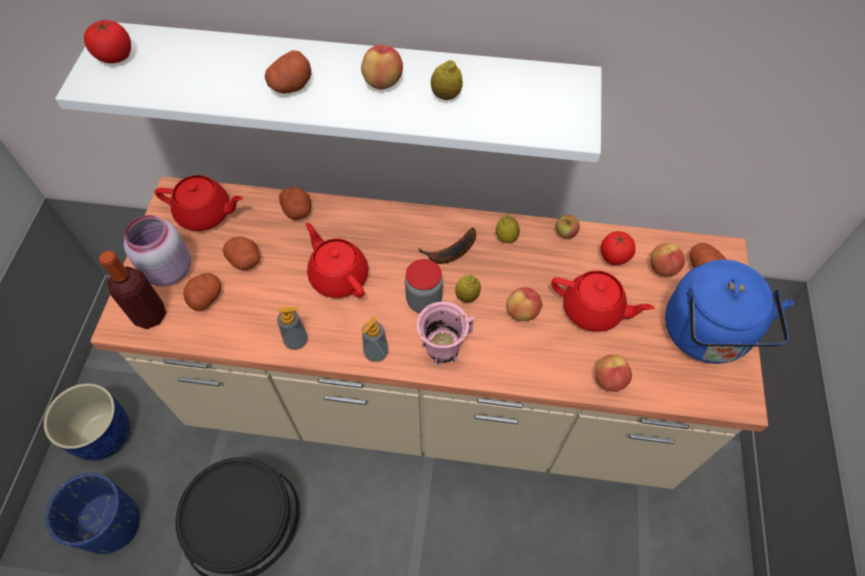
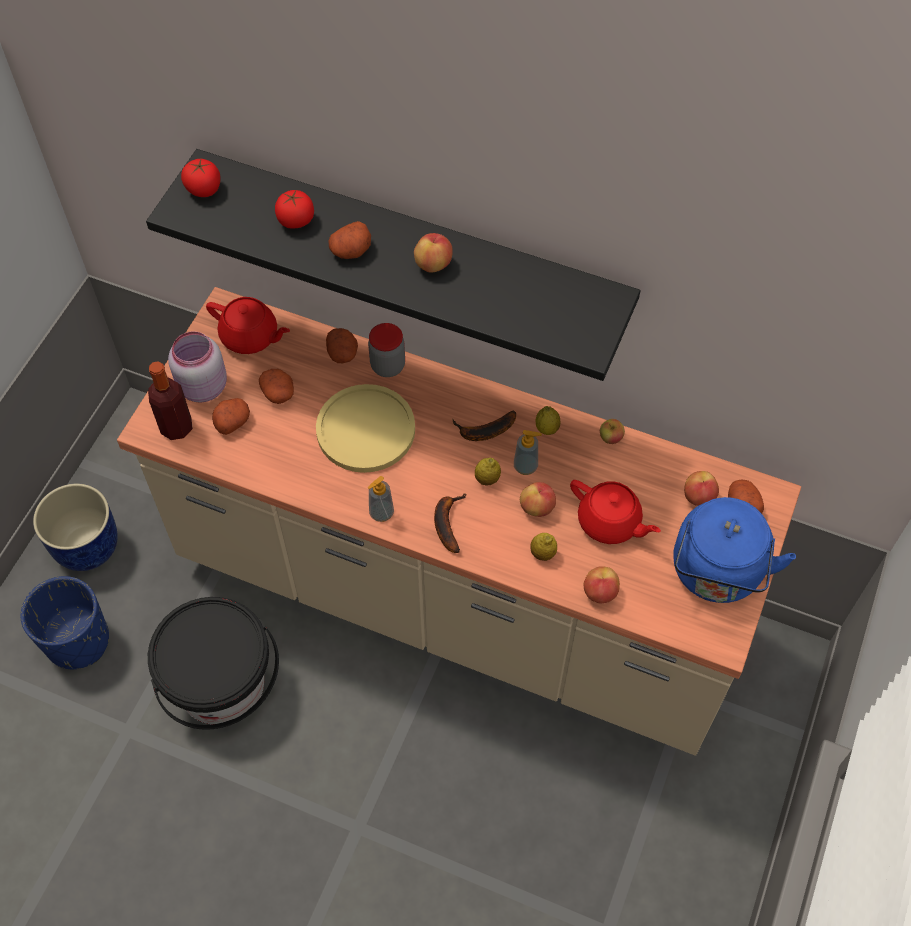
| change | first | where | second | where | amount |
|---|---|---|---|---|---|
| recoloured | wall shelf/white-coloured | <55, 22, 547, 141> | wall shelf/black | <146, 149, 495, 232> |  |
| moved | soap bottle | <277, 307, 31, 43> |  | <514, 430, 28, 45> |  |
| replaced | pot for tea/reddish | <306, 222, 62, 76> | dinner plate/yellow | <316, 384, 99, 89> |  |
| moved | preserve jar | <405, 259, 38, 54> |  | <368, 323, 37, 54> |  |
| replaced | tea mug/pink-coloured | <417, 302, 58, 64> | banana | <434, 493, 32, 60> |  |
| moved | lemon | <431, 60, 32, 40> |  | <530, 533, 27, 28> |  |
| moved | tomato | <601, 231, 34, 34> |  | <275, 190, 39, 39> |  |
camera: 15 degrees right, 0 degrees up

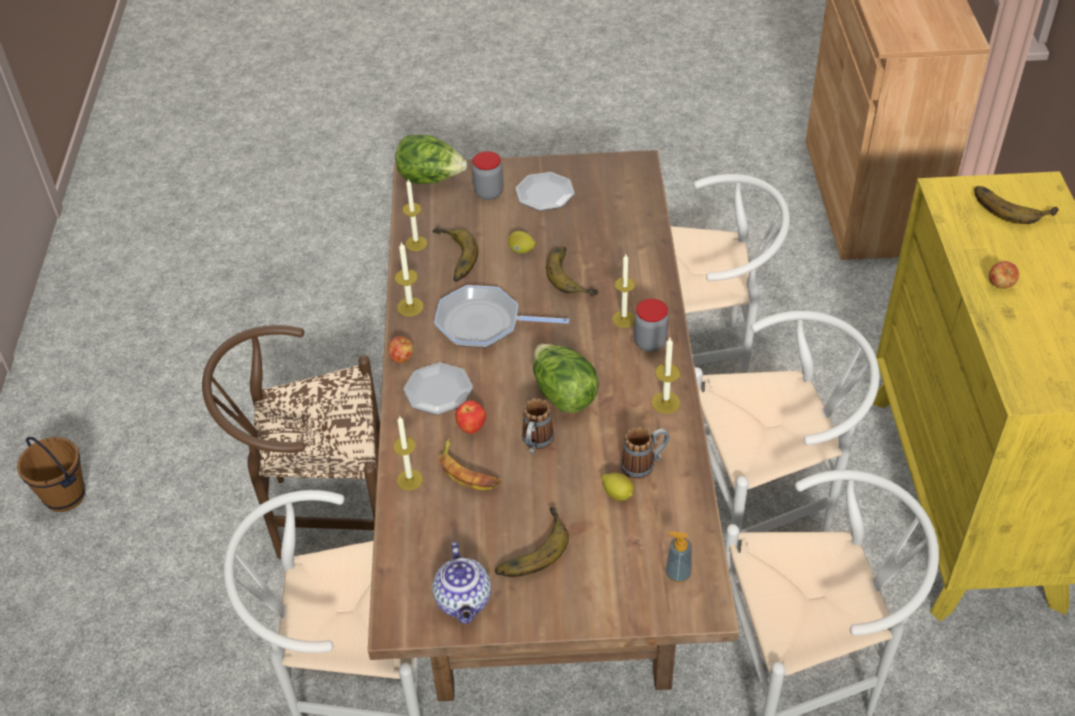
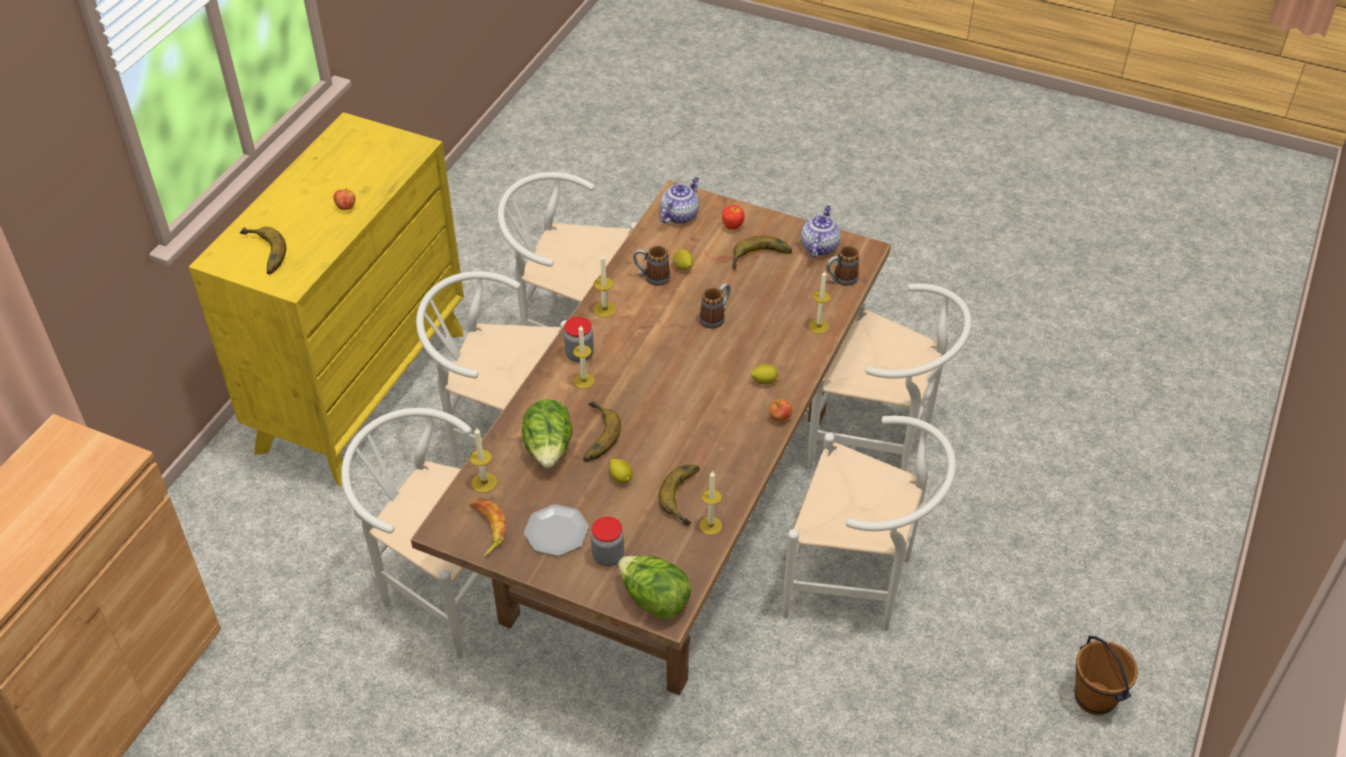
| change | first | where | second | where | amount |
|---|---|---|---|---|---|
| recoloured | upright chair/brown-coloured | <202, 325, 178, 234> | upright chair/white-coloured | <783, 415, 173, 216> |  |
| moved | candle | <395, 242, 29, 74> |  | <470, 427, 27, 66> |  |
| replaced | dinner plate | <404, 363, 69, 52> | lemon | <751, 364, 28, 20> |  |
| removed | frying pan | <434, 285, 135, 63> |  |  |  |
| moved | banana | <439, 438, 62, 52> |  | <469, 498, 37, 59> |  |
| moved | apple fruit | <455, 400, 31, 34> |  | <722, 205, 23, 25> |  |
| moved | lettuce | <533, 344, 66, 69> |  | <522, 399, 50, 69> |  |
| replaced | soap bottle | <666, 532, 26, 51> | pot for tea | <660, 177, 39, 47> |  |
| added |  |  | tea mug | <826, 245, 33, 41> |  |
camera: 155 degrees left, 0 degrees up

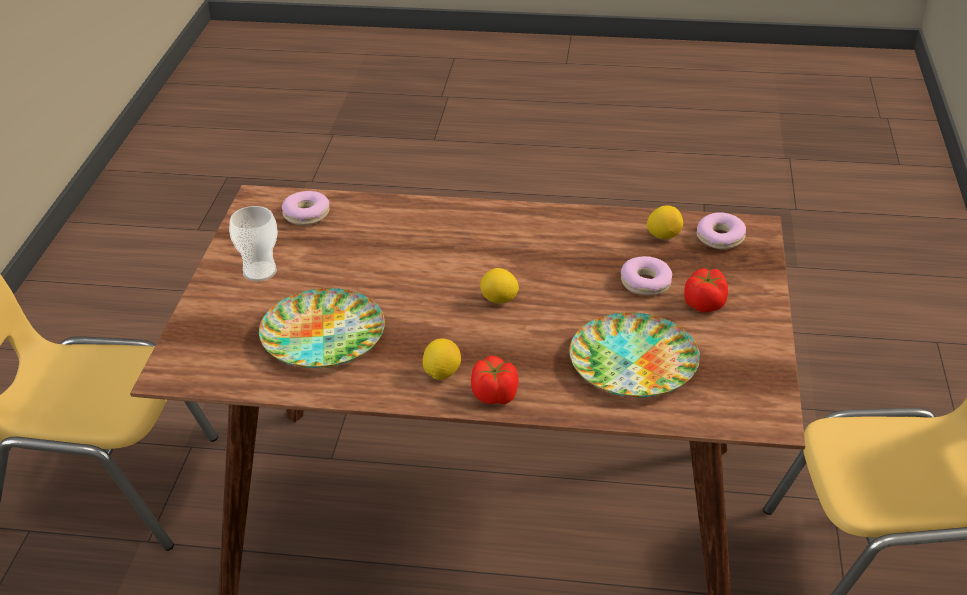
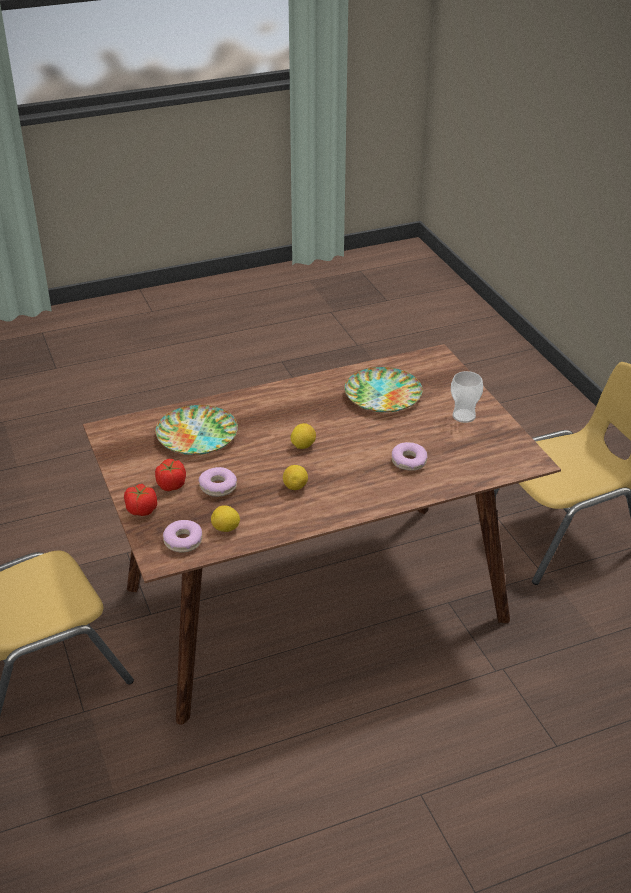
| change | first | where | second | where | amount |
|---|---|---|---|---|---|
| moved | ring doughnut | <282, 191, 48, 35> |  | <392, 442, 36, 29> |  |
| moved | lemon | <422, 338, 39, 42> |  | <283, 465, 25, 25> |  |
| moved | tomato | <471, 356, 48, 48> |  | <124, 484, 33, 32> |  |
camera: 150 degrees right, 0 degrees up

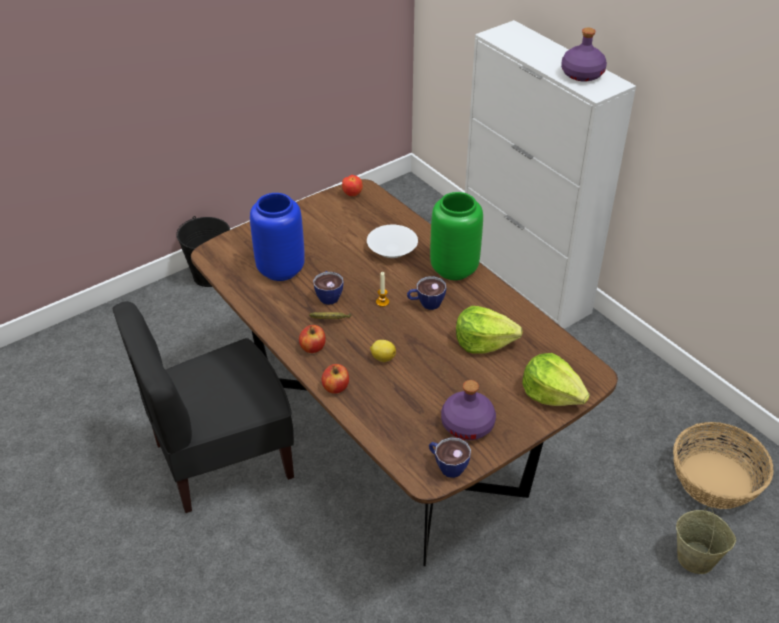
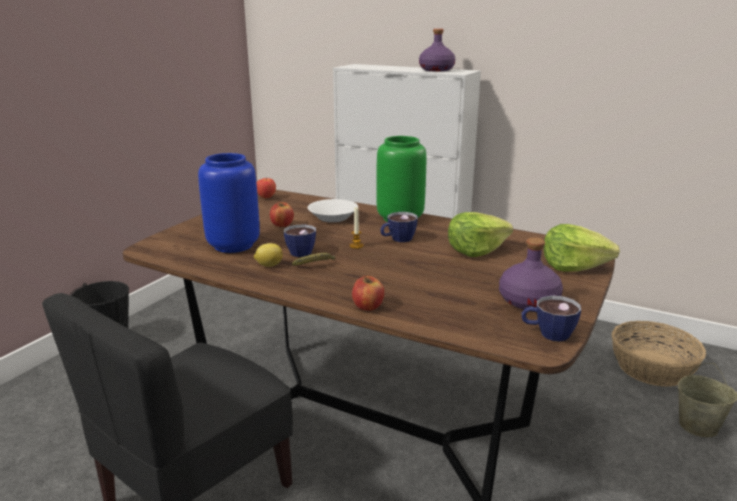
| change | first | where | second | where | amount |
|---|---|---|---|---|---|
| moved | apple fruit | <299, 325, 27, 28> |  | <270, 201, 24, 26> |  |
| moved | lemon | <370, 340, 26, 22> |  | <254, 243, 29, 24> |  |
camera: 25 degrees left, 20 degrees down

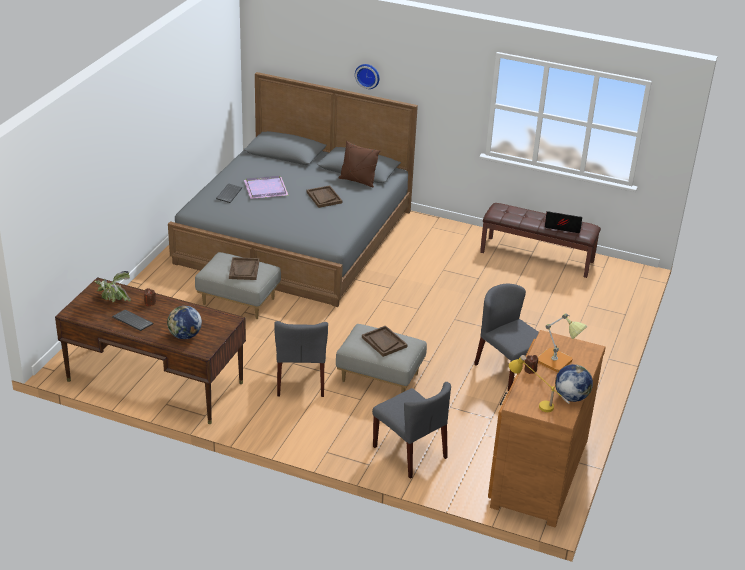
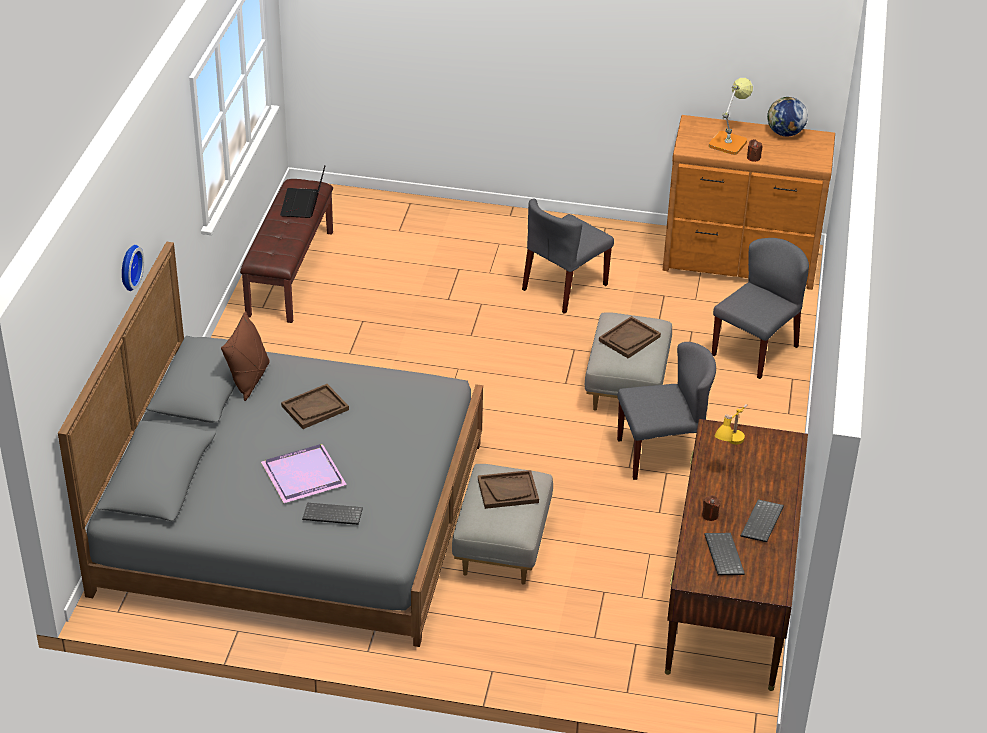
| change | first | where | second | where | amount |
|---|---|---|---|---|---|
| replaced | houseplant | <95, 271, 36, 31> | computer keyboard | <704, 533, 41, 42> |  |
| removed | world globe | <167, 306, 35, 33> |  |  |  |
| moved | lamp for a table/yellow | <509, 355, 61, 57> |  | <715, 404, 32, 40> |  |
camera: 100 degrees left, 5 degrees up

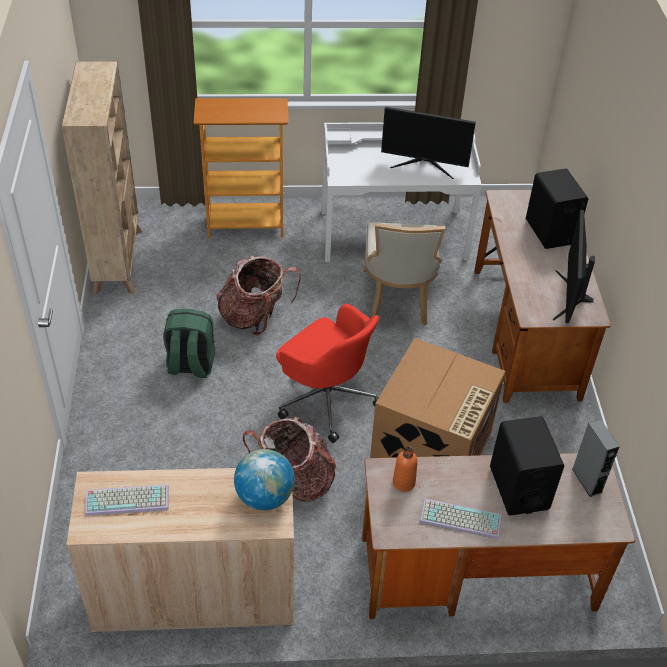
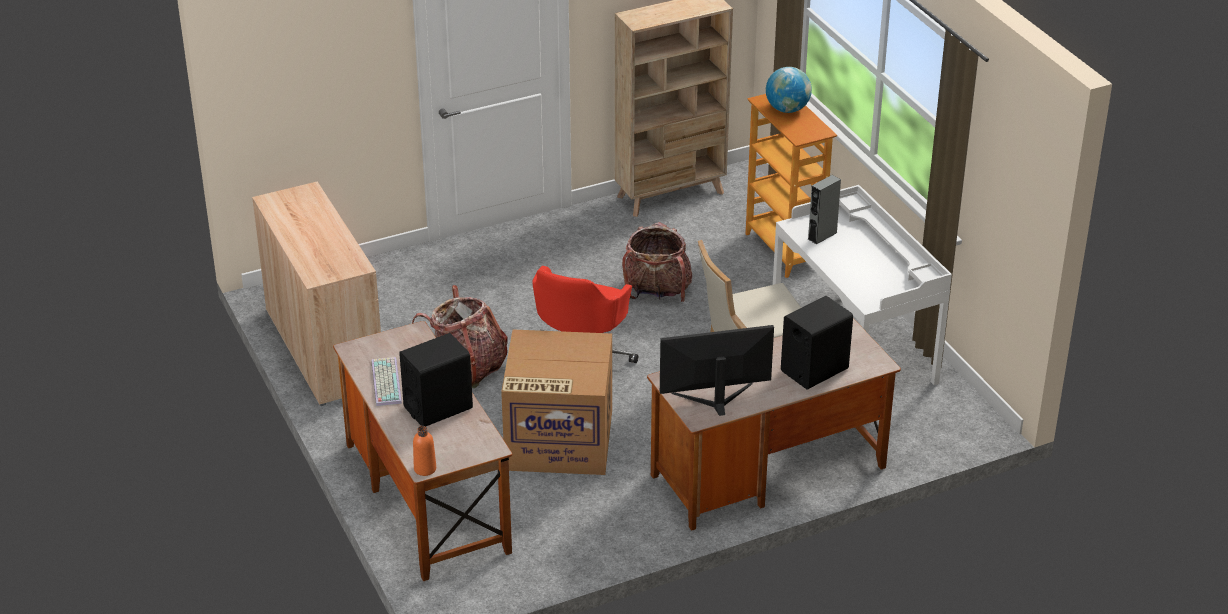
| change | first | where | second | where | amount |
|---|---|---|---|---|---|
| removed | computer keyboard | <85, 484, 84, 32> |  |  |  |
| removed | backpack/greenish | <163, 309, 52, 69> |  |  |  |
| moved | world globe | <234, 449, 61, 61> |  | <766, 67, 46, 46> |  |
| removed | computer display | <381, 107, 95, 72> |  |  |  |
| moved | bottle/orange-coloured | <393, 447, 25, 45> |  | <413, 426, 23, 50> |  |
| moved | loudspeaker/gray | <572, 419, 48, 78> |  | <808, 175, 33, 69> |  |
camera: 70 degrees right, 10 degrees down

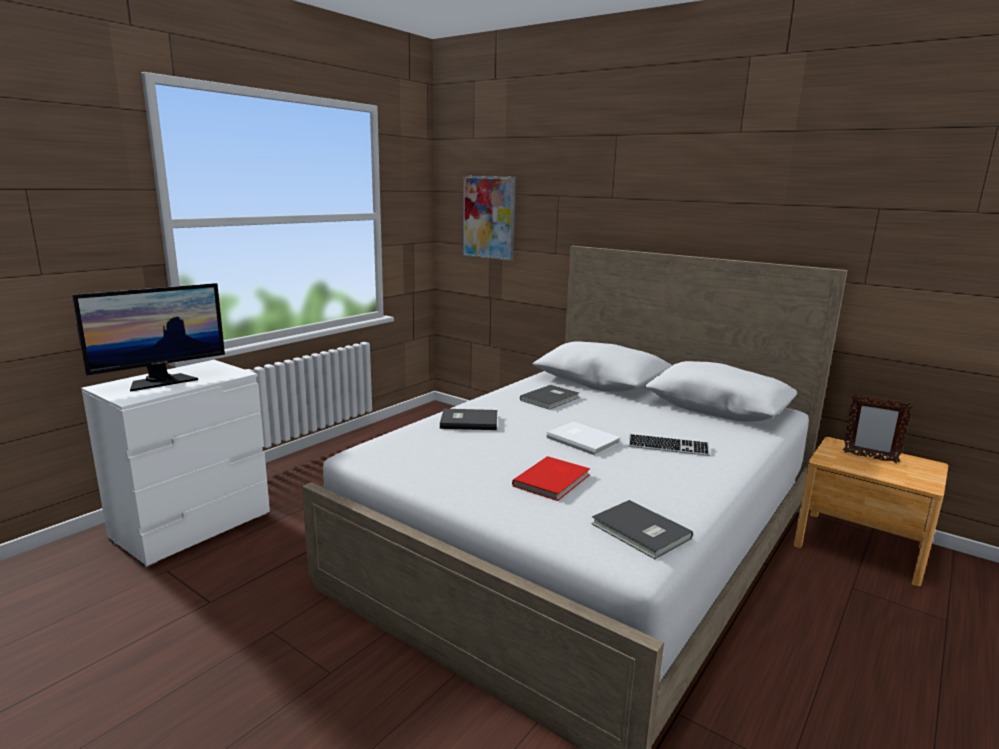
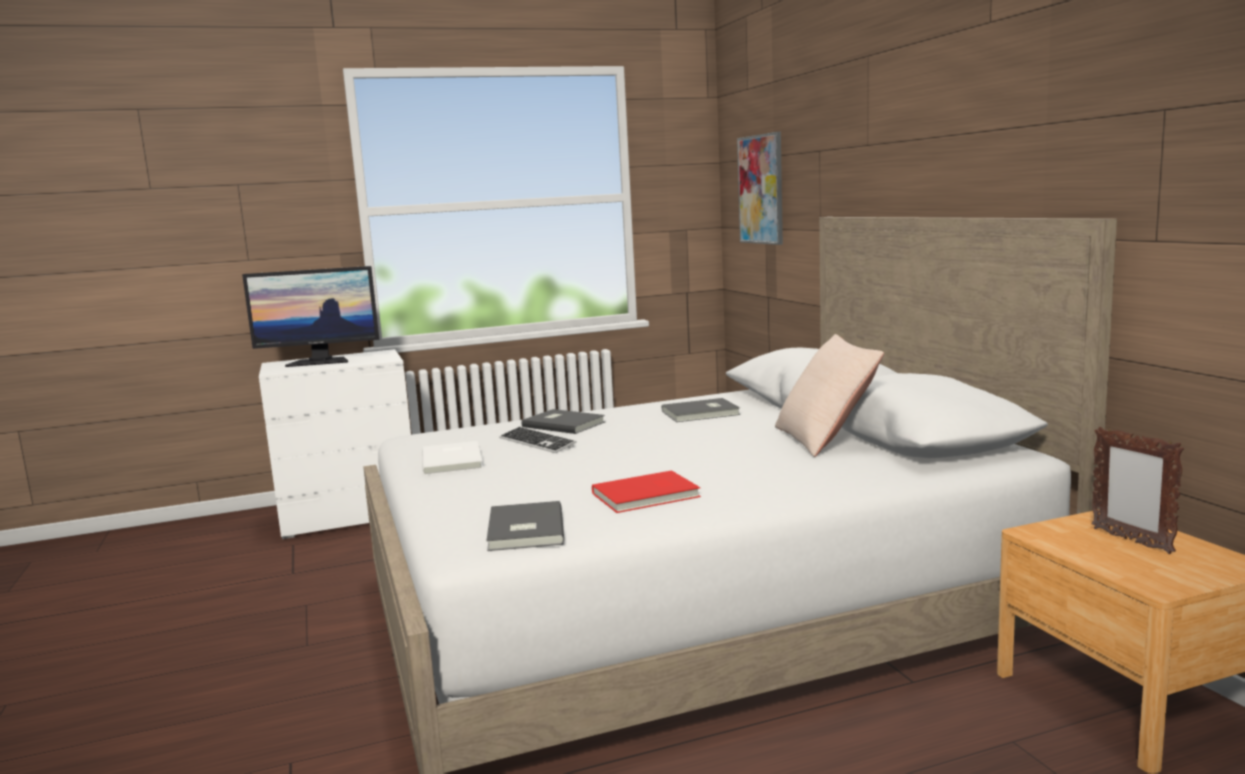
| change | first | where | second | where | amount |
|---|---|---|---|---|---|
| moved | volume/reddish | <512, 456, 78, 45> |  | <592, 470, 109, 43> |  |
| moved | volume/white-coloured | <546, 421, 75, 35> |  | <422, 441, 61, 34> |  |
| moved | computer keyboard | <629, 434, 81, 22> |  | <499, 427, 78, 26> |  |
| added |  |  | pillow/beige-coloured | <775, 334, 109, 123> |  |
camera: 35 degrees right, 5 degrees down

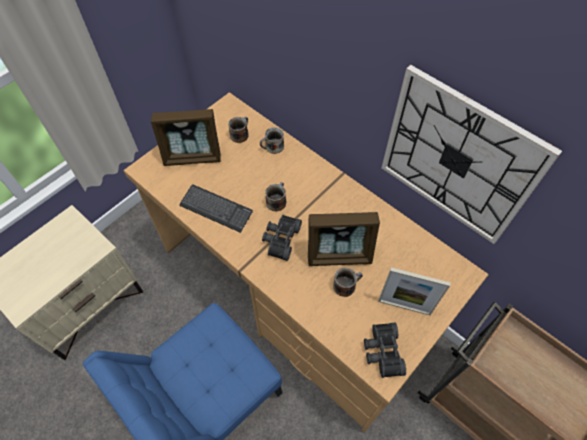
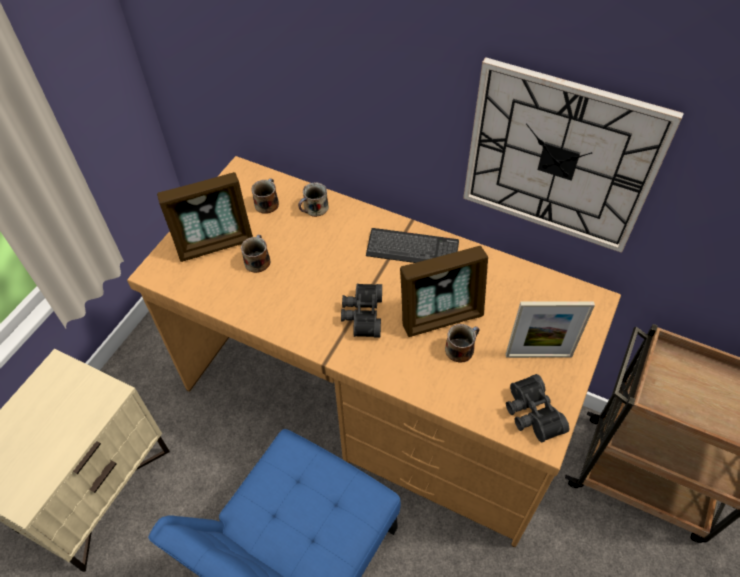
| change | first | where | second | where | amount |
|---|---|---|---|---|---|
| moved | computer keyboard | <179, 184, 74, 49> |  | <366, 228, 93, 35> |  |
| moved | tea mug | <265, 182, 21, 29> |  | <241, 235, 29, 38> |  |
camera: 15 degrees left, 5 degrees down

